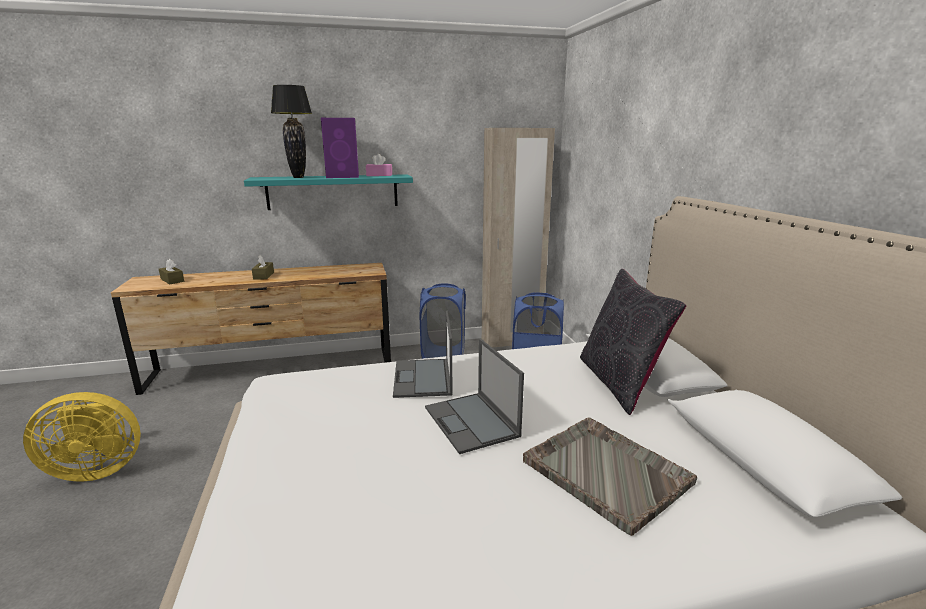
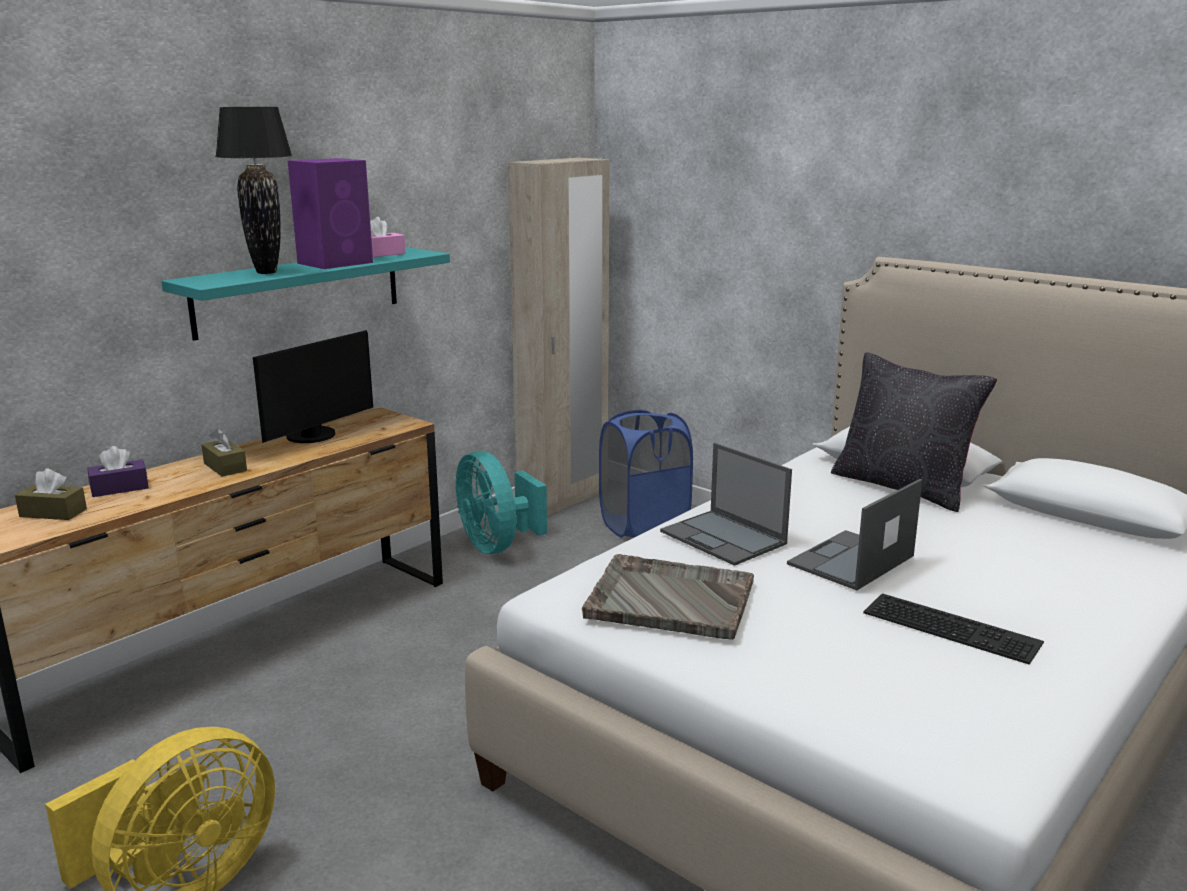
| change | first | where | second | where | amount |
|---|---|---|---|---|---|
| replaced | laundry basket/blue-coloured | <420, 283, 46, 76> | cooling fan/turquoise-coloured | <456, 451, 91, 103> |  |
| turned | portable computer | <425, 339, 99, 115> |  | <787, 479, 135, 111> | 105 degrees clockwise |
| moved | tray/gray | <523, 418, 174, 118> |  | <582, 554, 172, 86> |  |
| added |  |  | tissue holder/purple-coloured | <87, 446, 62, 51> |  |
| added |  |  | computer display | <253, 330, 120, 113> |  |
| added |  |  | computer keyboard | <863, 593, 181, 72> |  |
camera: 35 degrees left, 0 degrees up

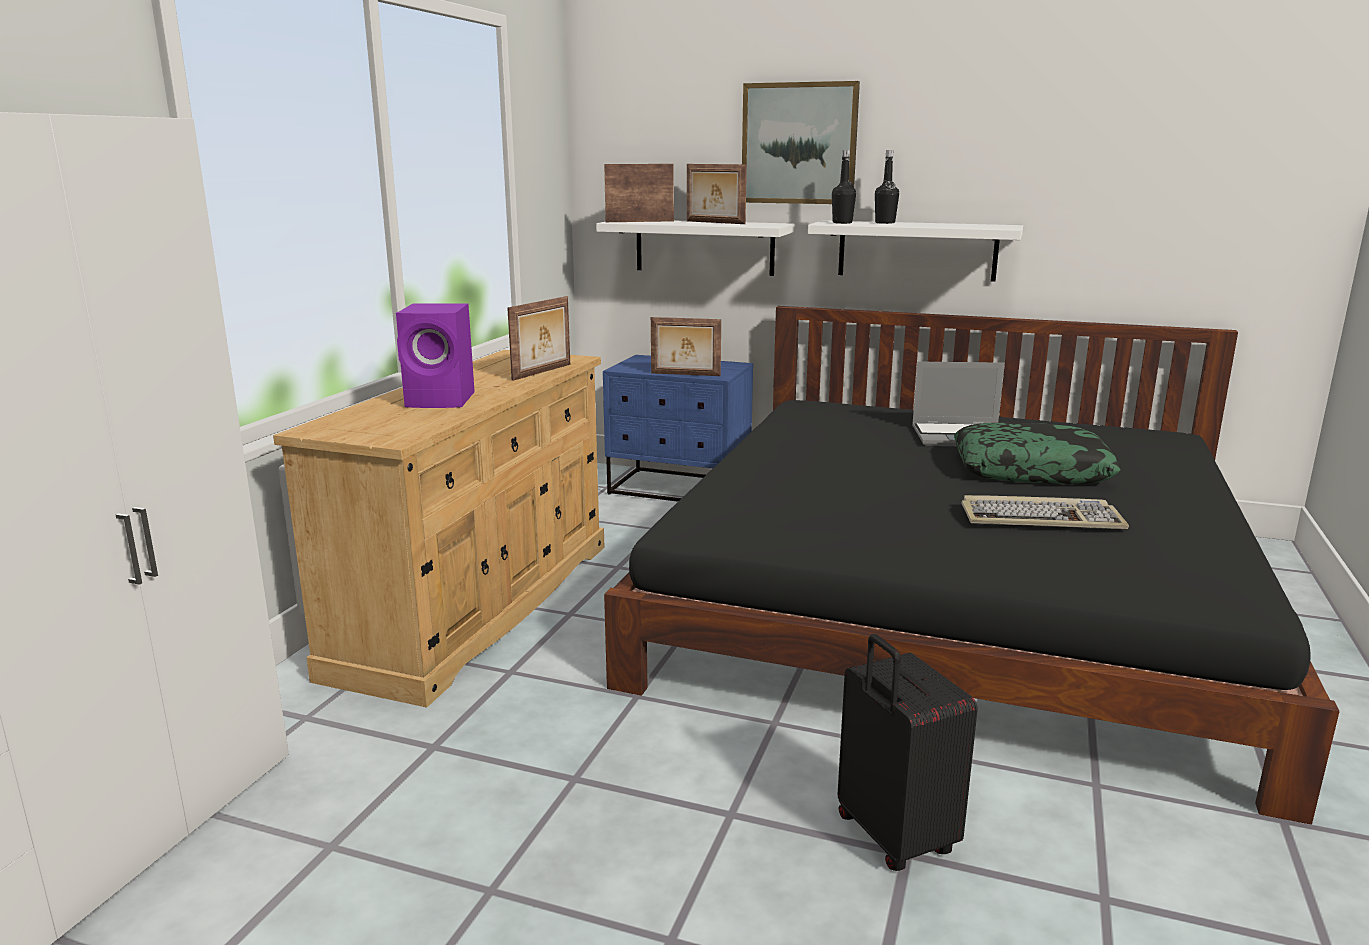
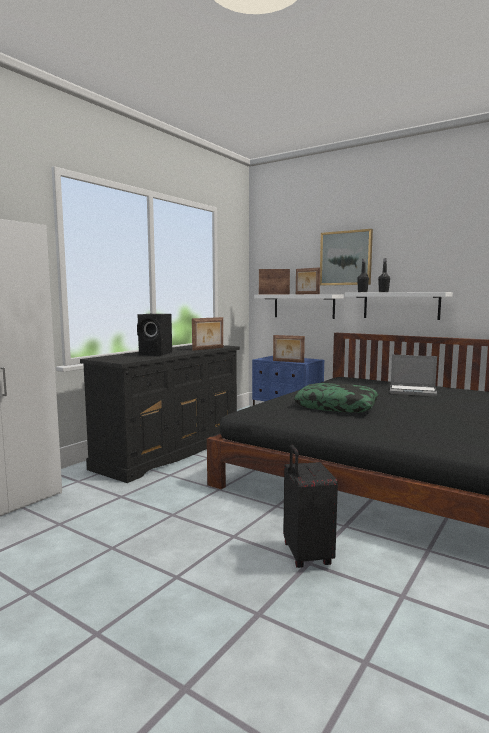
| change | first | where | second | where | amount |
|---|---|---|---|---|---|
| recoloured | dresser/beige-coloured | <273, 350, 332, 358> | dresser/black | <80, 345, 160, 138> |  |
| recoloured | loudspeaker/purple-coloured | <396, 303, 79, 105> | loudspeaker/black | <137, 314, 35, 41> |  |
| moved | pillow | <954, 422, 166, 62> |  | <294, 383, 85, 30> |  |
| removed | computer keyboard | <961, 495, 168, 34> |  |  |  |
camera: 15 degrees right, 10 degrees down

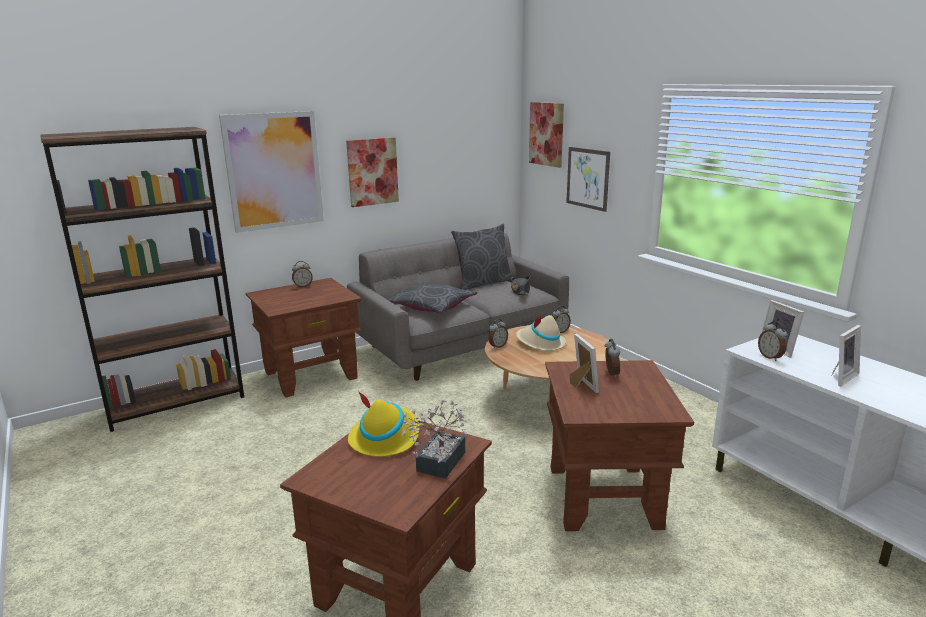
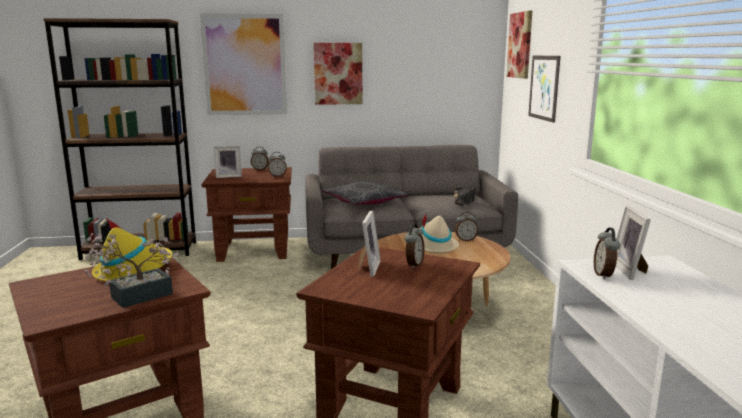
| change | first | where | second | where | amount |
|---|---|---|---|---|---|
| removed | pillow/gray | <451, 224, 62, 66> |  |  |  |
| moved | table clock | <488, 319, 20, 30> |  | <268, 152, 19, 25> |  |
| moved | standing frame | <831, 325, 30, 61> |  | <214, 146, 28, 32> |  |
camera: 25 degrees right, 5 degrees down

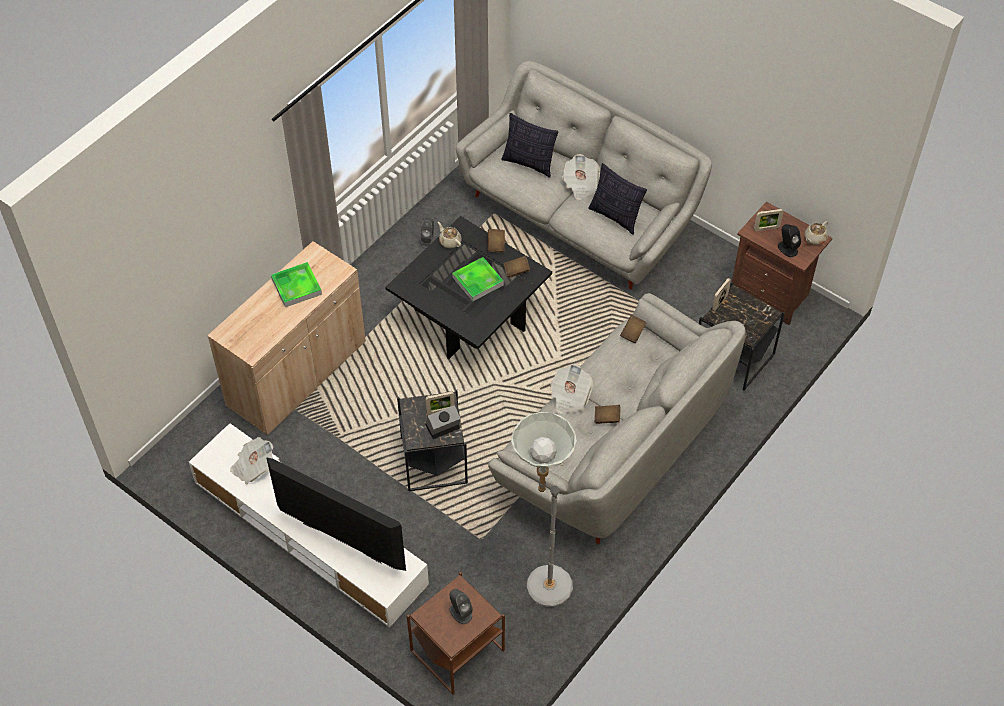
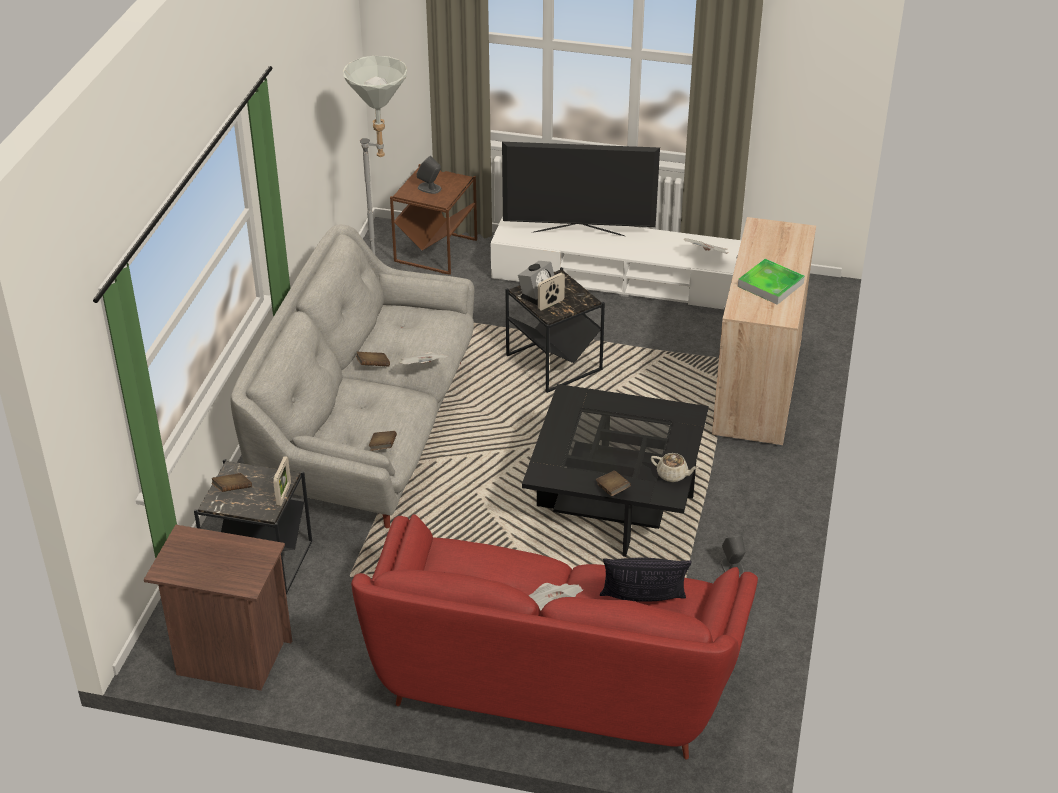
| change | first | where | second | where | amount |
|---|---|---|---|---|---|
| removed | tray | <452, 257, 52, 45> |  |  |  |
| recoloured | sofa/gray | <456, 61, 256, 228> | sofa/reddish | <351, 514, 407, 246> |  |
| moved | volume/brown-coloured | <504, 256, 26, 22> |  | <211, 473, 41, 19> |  |
| removed | pillow | <588, 163, 59, 72> |  |  |  |
| removed | standing frame | <754, 209, 29, 22> |  |  |  |
| removed | loudspeaker/black | <778, 224, 23, 33> |  |  |  |
| removed | pot for tea/beige-coloured | <805, 221, 23, 24> |  |  |  |
camera: 155 degrees right, 15 degrees down

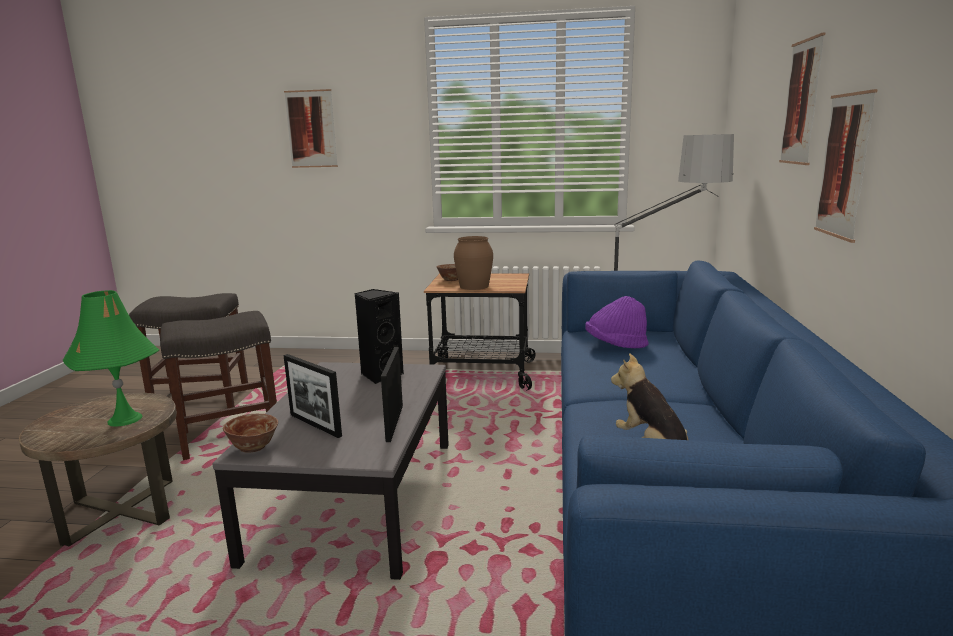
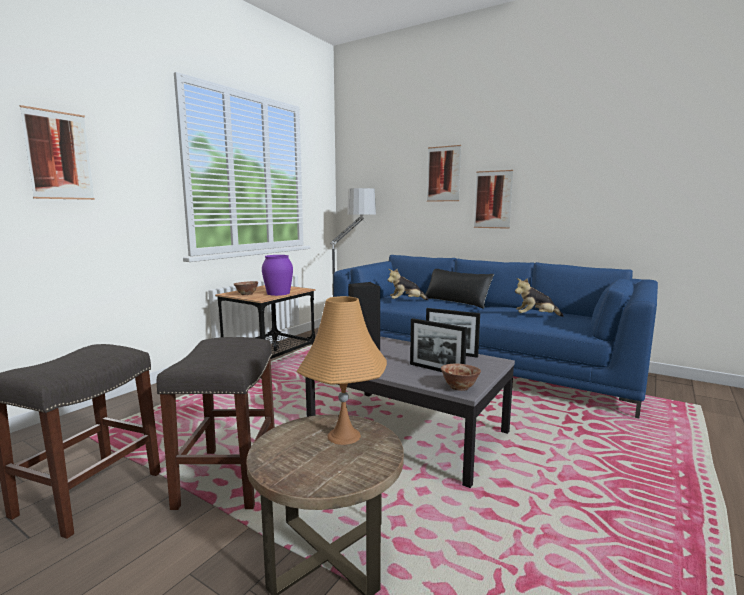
| change | first | where | second | where | amount |
|---|---|---|---|---|---|
| recoloured | lamp for a table/greenish | <63, 290, 96, 137> | lamp for a table/orange-coloured | <296, 296, 91, 149> |  |
| turned | standing frame | <283, 354, 59, 84> |  | <410, 318, 57, 54> | 60 degrees clockwise |
| recoloured | flower vase/brown-coloured | <454, 236, 39, 54> | flower vase/purple-coloured | <262, 255, 31, 41> |  |
| replaced | wearable hat/purple-coloured | <585, 296, 63, 52> | soft toy | <387, 269, 42, 31> |  |
| added |  |  | pillow/black | <425, 269, 69, 40> |  |
camera: 65 degrees left, 5 degrees down

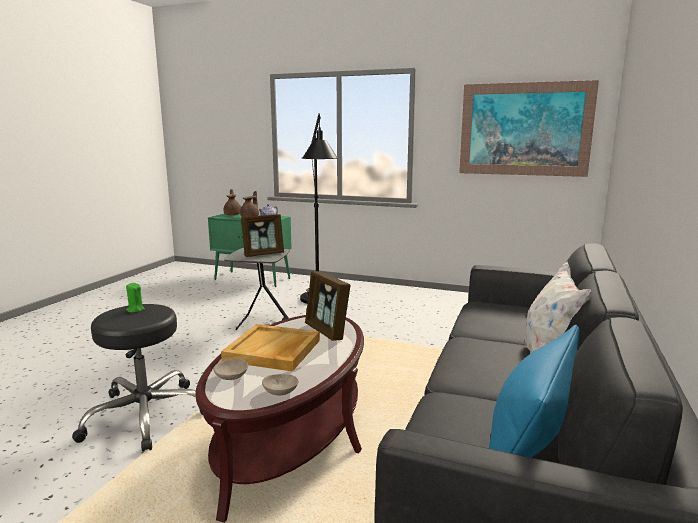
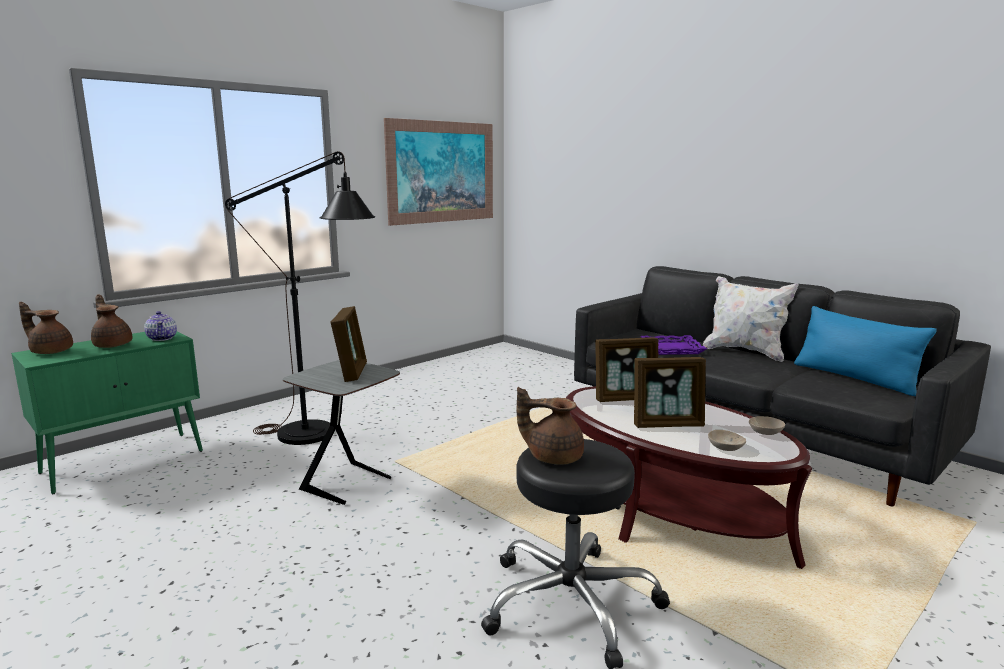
| change | first | where | second | where | amount |
|---|---|---|---|---|---|
| replaced | candle/greenish | <126, 283, 19, 30> | pot for tea/brown-coloured | <517, 387, 67, 78> |  |
| replaced | tray/beige-coloured | <221, 324, 99, 48> | standing frame | <634, 357, 72, 71> |  |
| added |  |  | tray/purple-coloured | <640, 335, 67, 20> |  |
camera: 65 degrees left, 0 degrees up

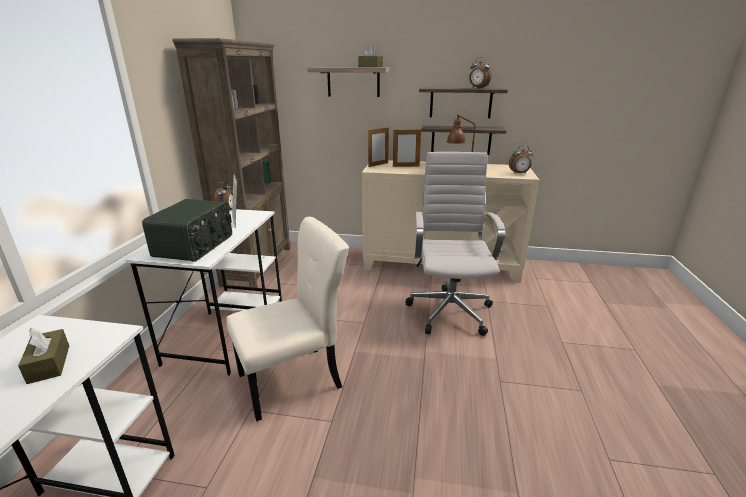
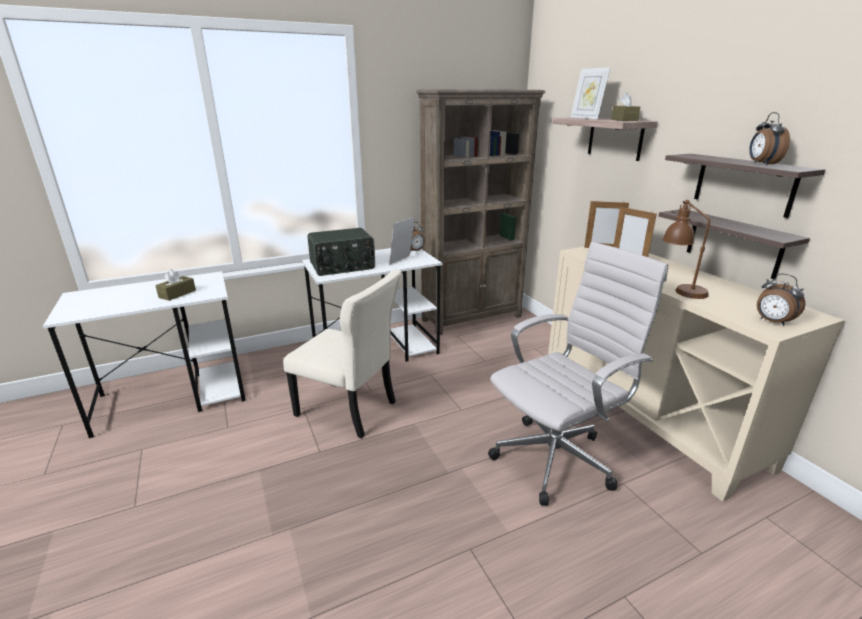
| change | first | where | second | where | amount |
|---|---|---|---|---|---|
| added |  |  | standing frame | <570, 67, 41, 52> |  |
camera: 55 degrees right, 0 degrees up

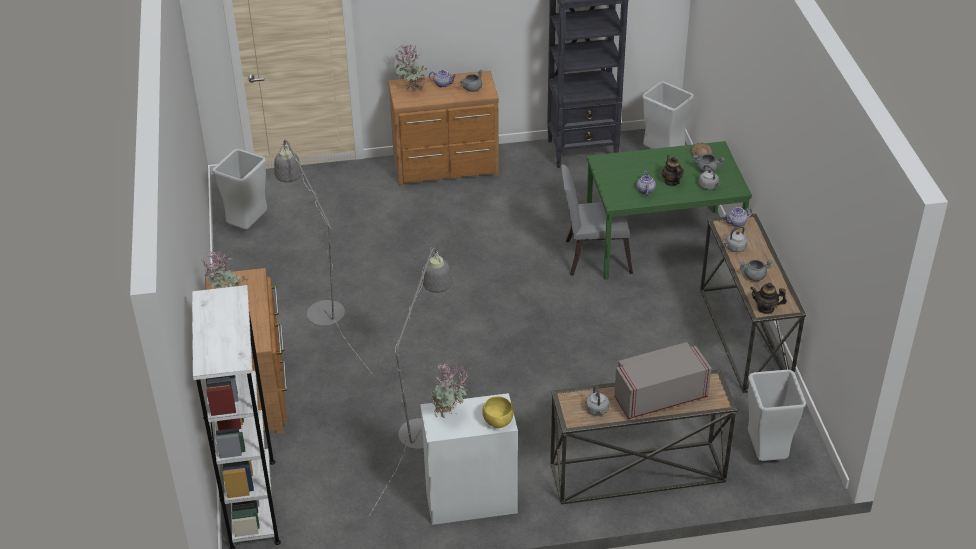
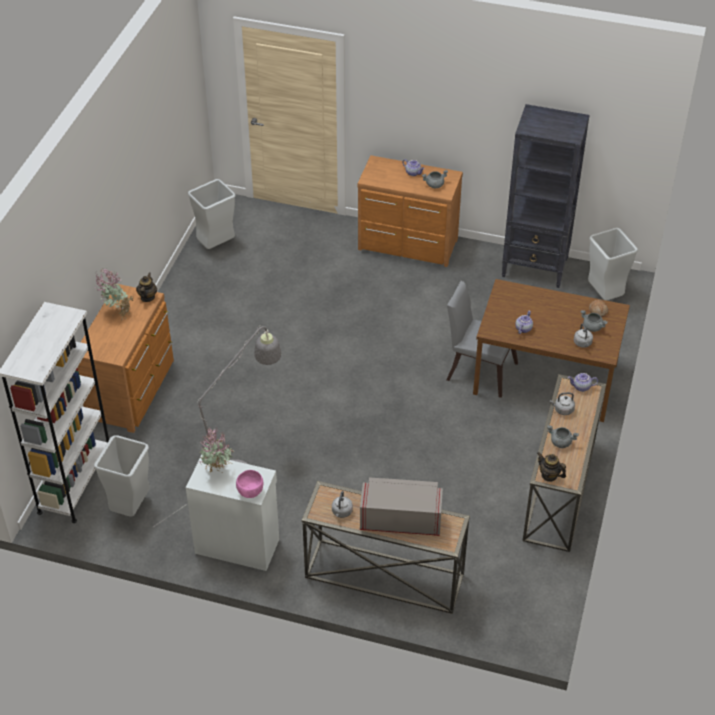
| change | first | where | second | where | amount |
|---|---|---|---|---|---|
| removed | standing lamp/gray | <274, 139, 100, 237> |  |  |  |
| removed | houseplant | <394, 44, 33, 48> |  |  |  |
| recoloured | serving bowl/yellow | <482, 396, 32, 32> | serving bowl/pink-coloured | <236, 470, 27, 28> |  |
| recoloured | dinner table/greenish | <586, 141, 166, 139> | dinner table/brown-coloured | <473, 279, 157, 143> |  |
| moved | pot for tea | <662, 155, 22, 31> |  | <136, 273, 21, 29> |  |
| moved | waste bin/gray | <748, 370, 58, 91> |  | <94, 435, 56, 82> |  |
camera: 25 degrees right, 5 degrees up

